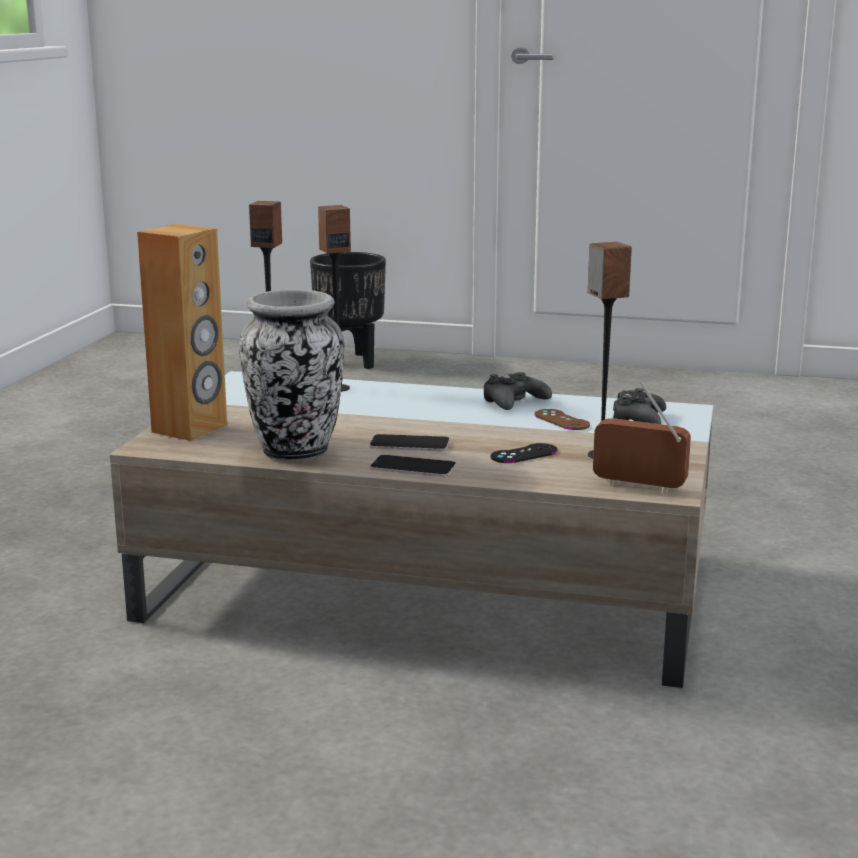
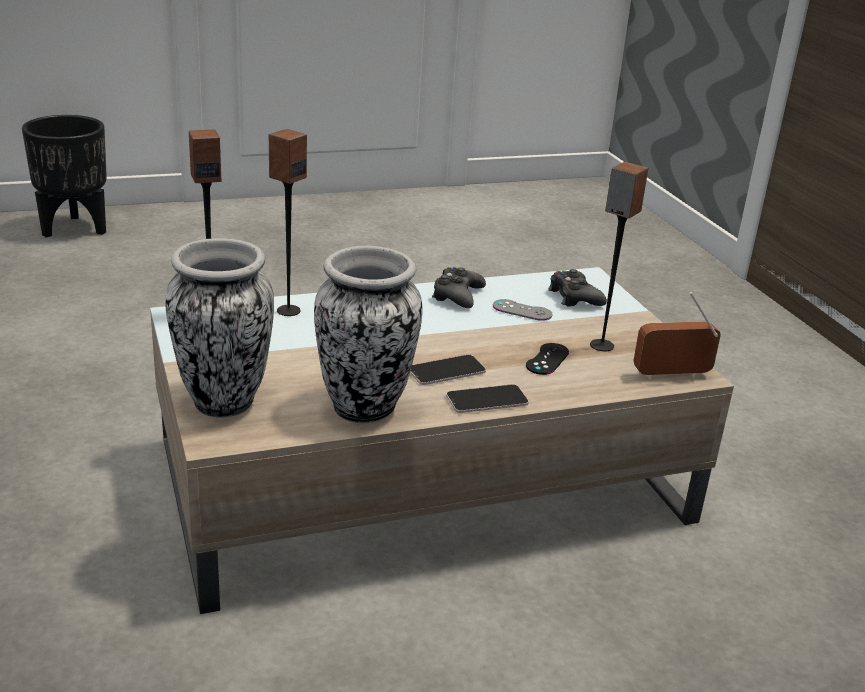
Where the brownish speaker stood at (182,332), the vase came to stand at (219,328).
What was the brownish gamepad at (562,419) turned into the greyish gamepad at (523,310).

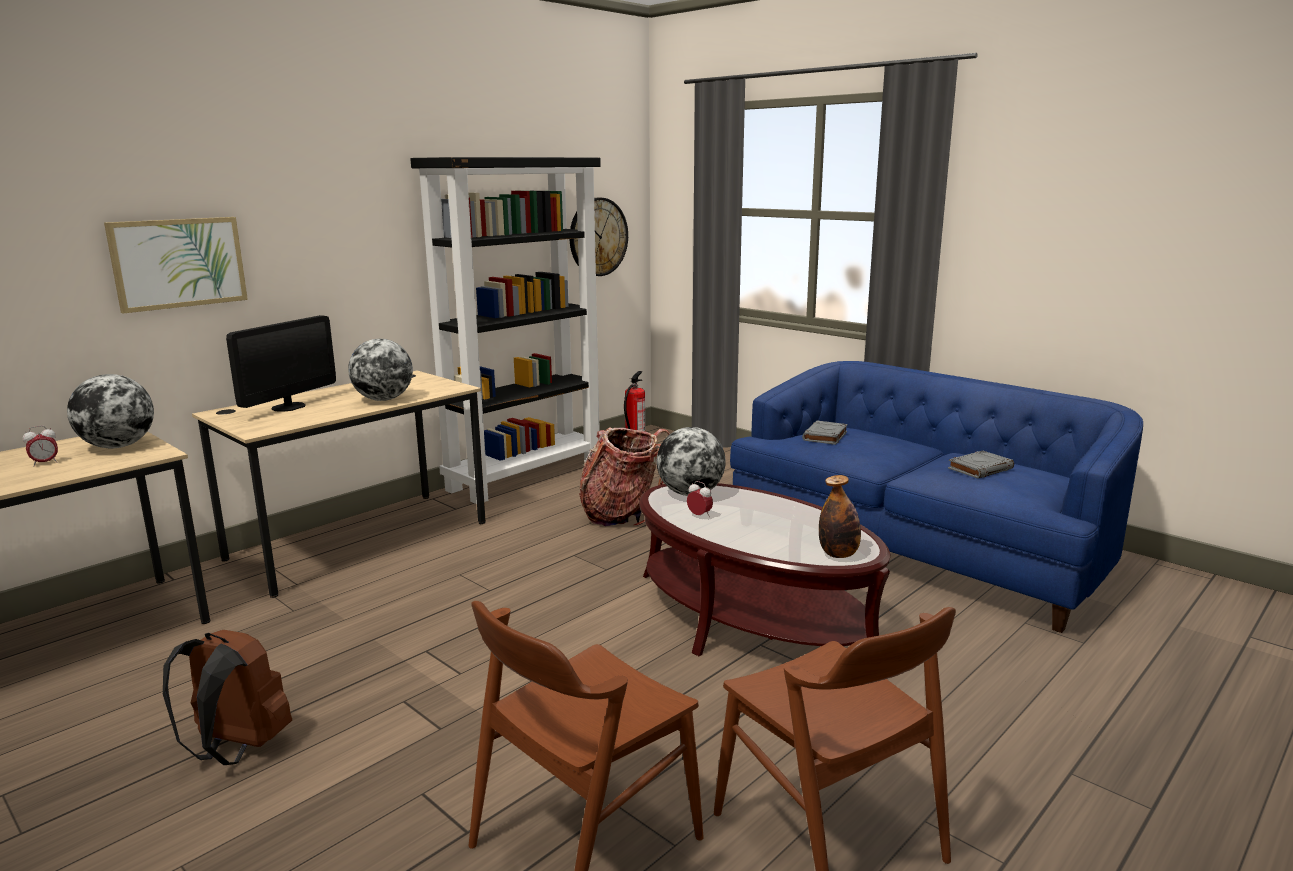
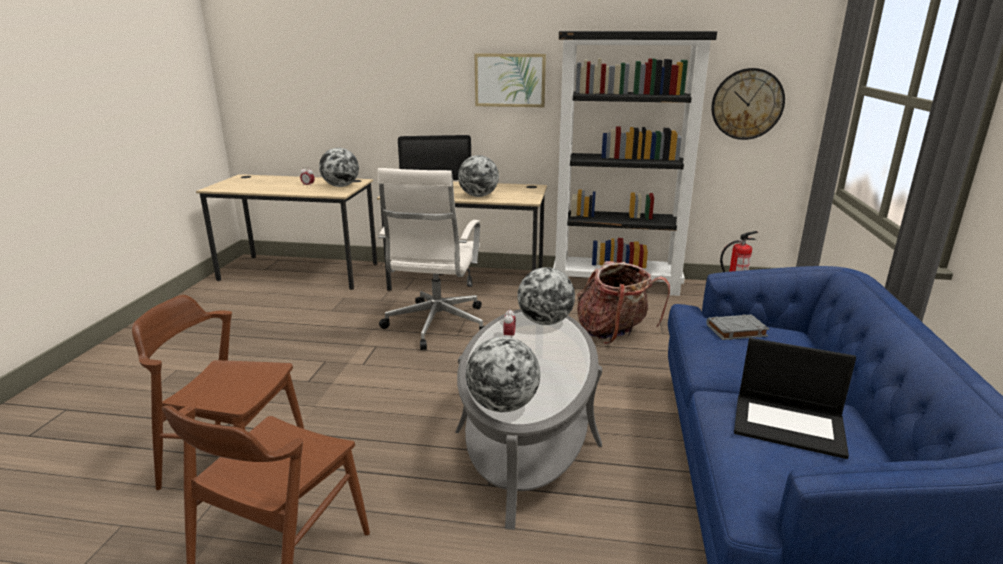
The wall art ended up elsewhere, having gone from (176,265) to (510,80).
Where the greyish volume stood at (981,464), the notebook computer came to stand at (795,398).
Where the drink bottle stood at (840,516), the globe came to stand at (503,374).
What was the brownish coffee table at (764,569) turned into the greyish coffee table at (528,419).
The second view lost the brownish backpack at (227,697).
The second view gained the white-coloured computer chair at (431,259).

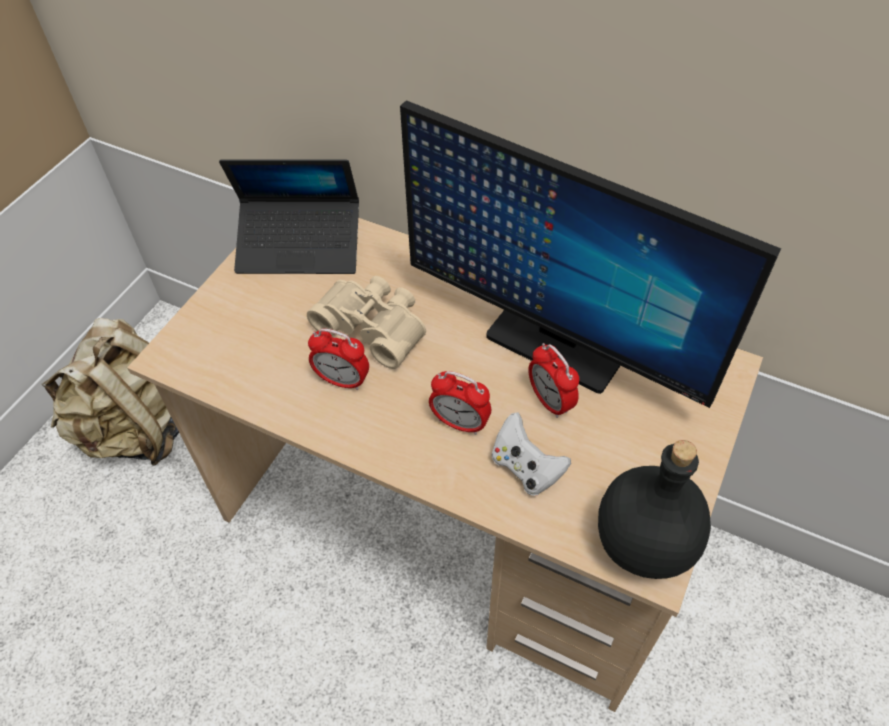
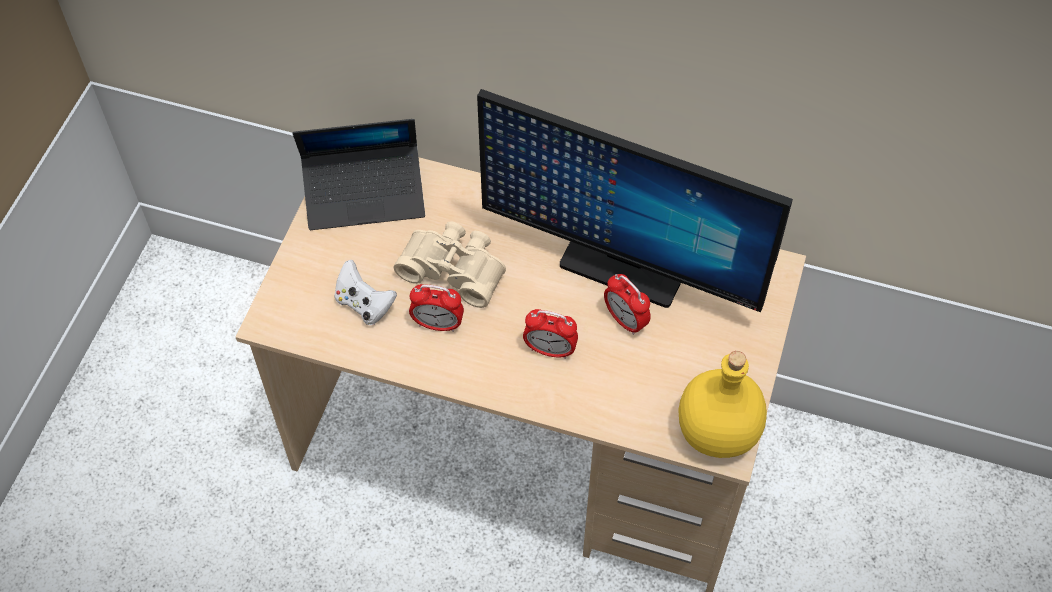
The second view lost the beige-coloured backpack at (110,392).
The white-coloured gamepad ended up elsewhere, having gone from (531,454) to (366,292).
What was the blackish drink bottle at (654,509) turned into the yellow drink bottle at (722,404).

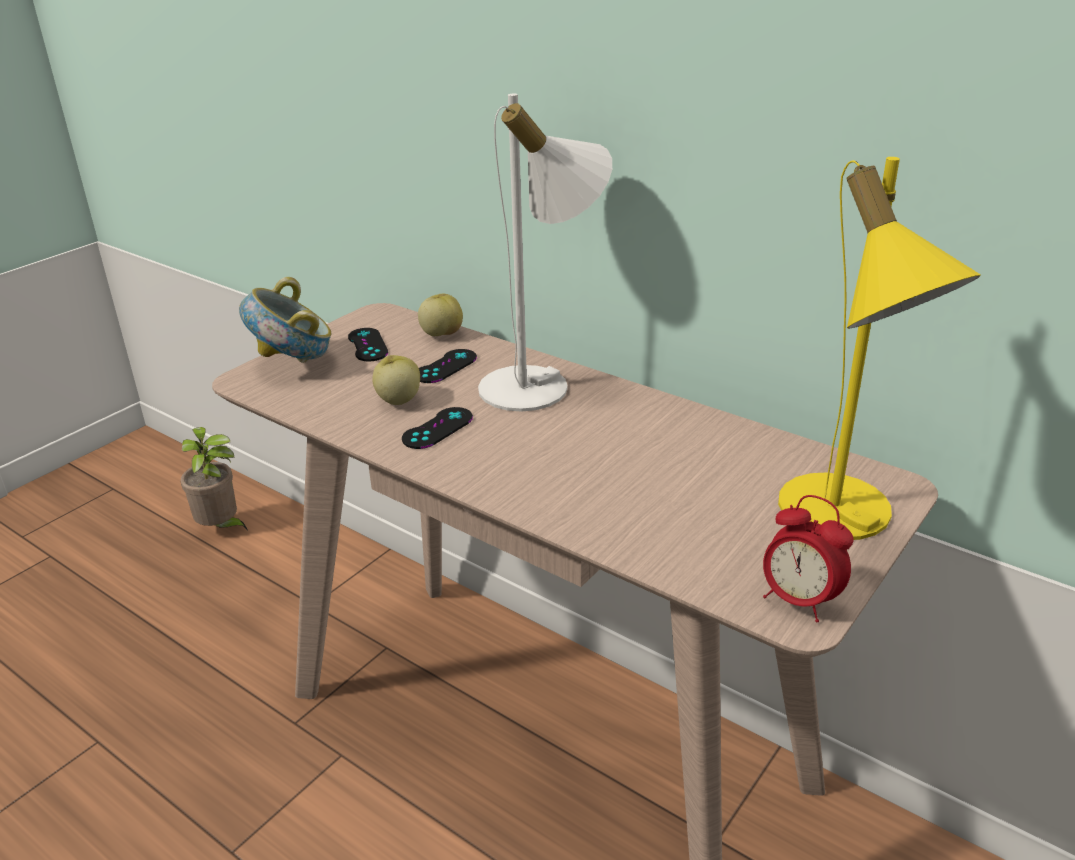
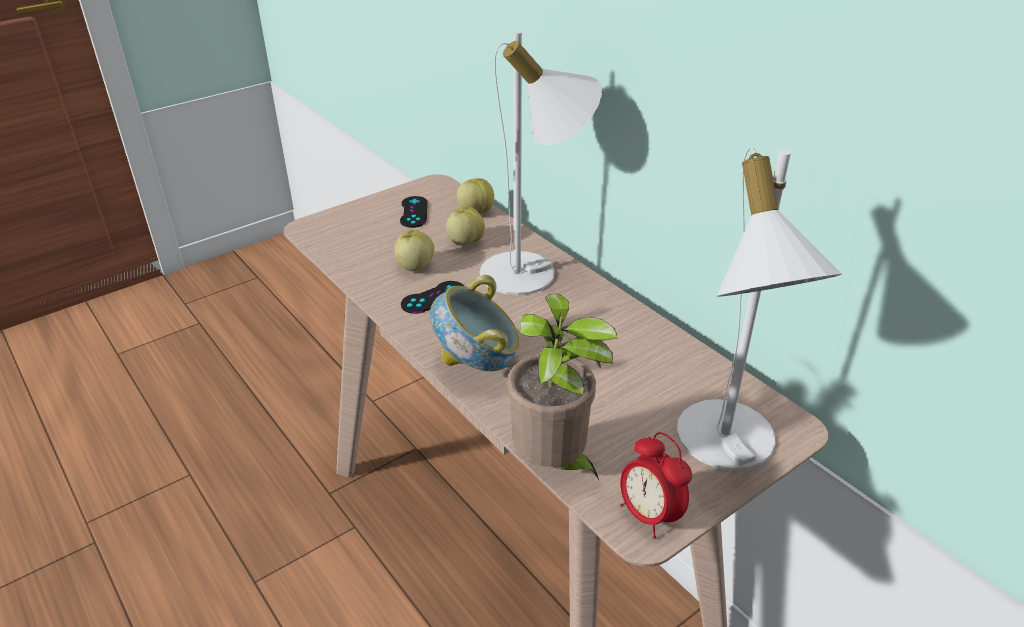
What was the yellow lamp for a table at (879,348) turned into the white-coloured lamp for a table at (759,309).
The deep dish ended up elsewhere, having gone from (285,320) to (475,323).
Where the blackish gamepad stood at (448,366), the apple fruit came to stand at (465,226).
The potted plant ended up elsewhere, having gone from (214,478) to (562,386).

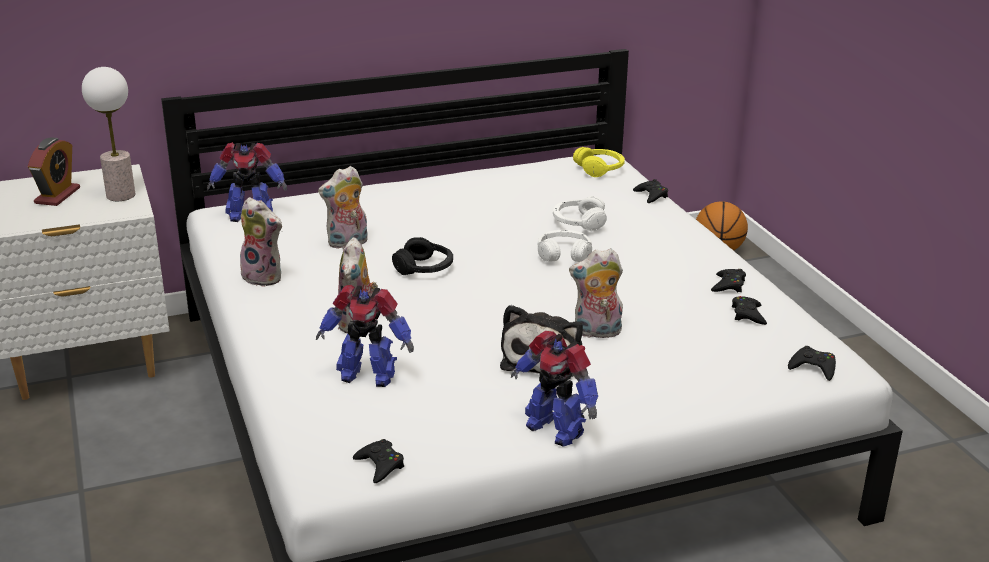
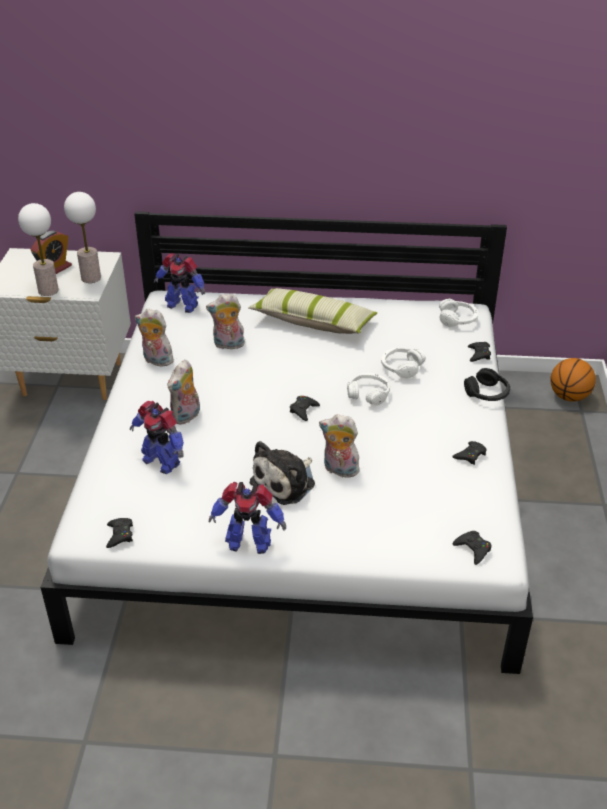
What was the yellow pair of headphones at (599,162) turned into the white-coloured pair of headphones at (458,313).
The plush toy at (259,242) ended up facing another way, 150 degrees clockwise from before.
The blackish pair of headphones ended up elsewhere, having gone from (422,256) to (487,384).
The blackish gamepad ended up elsewhere, having gone from (749,310) to (305,408).
The robot figure at (554,389) ended up facing another way, 60 degrees counterclockwise from before.
The second view gained the lamp for a table at (38,249).
The second view gained the pillow at (312,311).

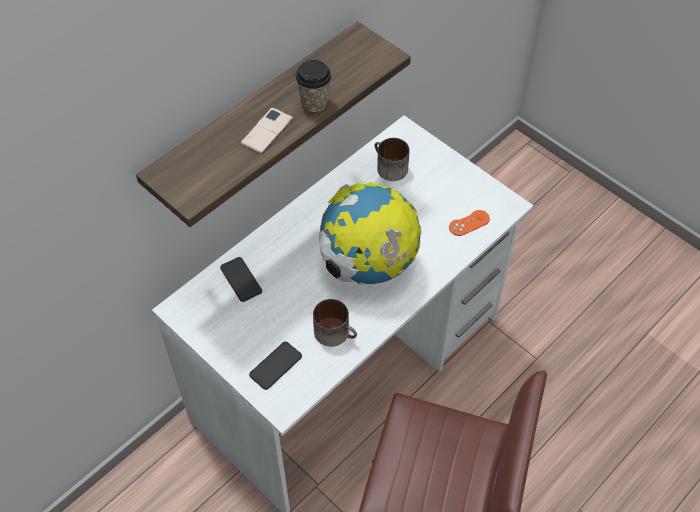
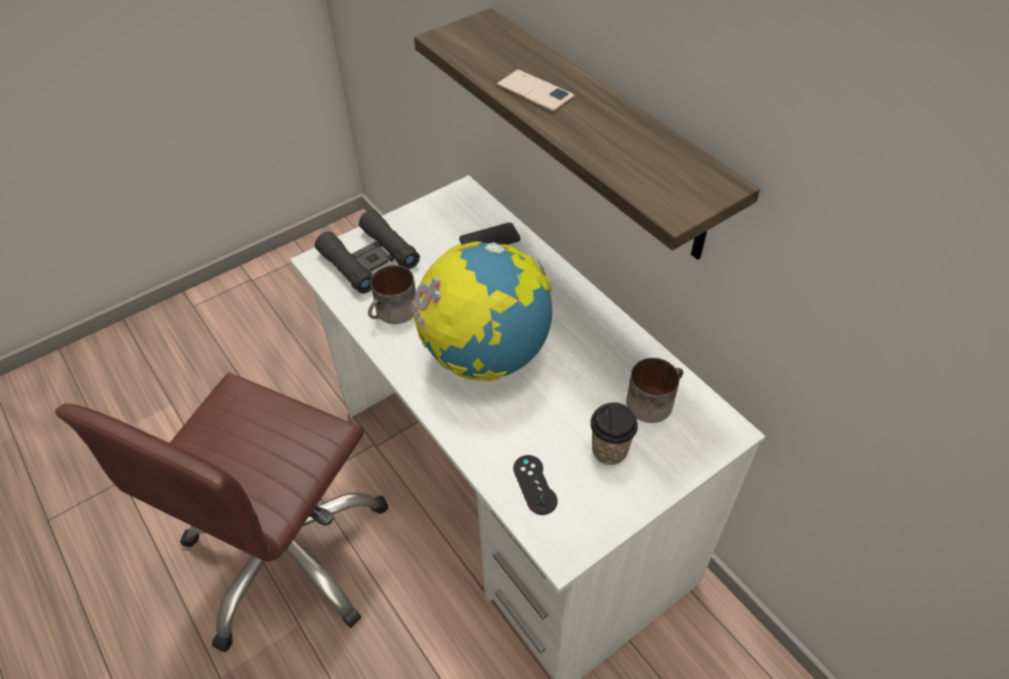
The small cup ended up elsewhere, having gone from (314,86) to (614,433).
What was the orange-coloured gamepad at (469,223) turned into the blackish gamepad at (535,485).
Where the telephone stood at (275,366), the blackish field glasses came to stand at (367,252).

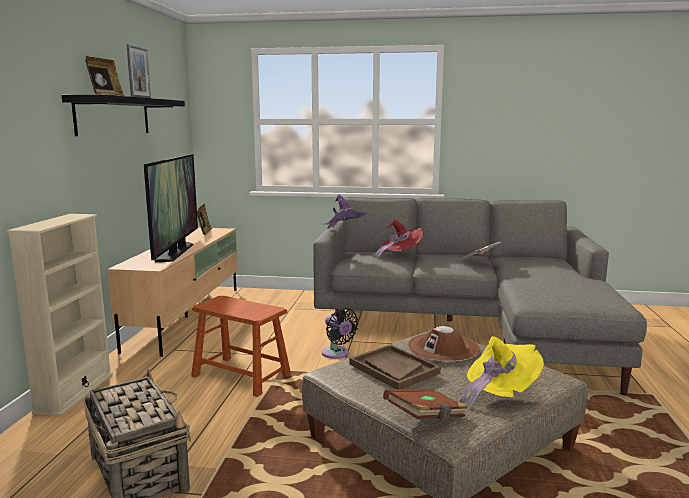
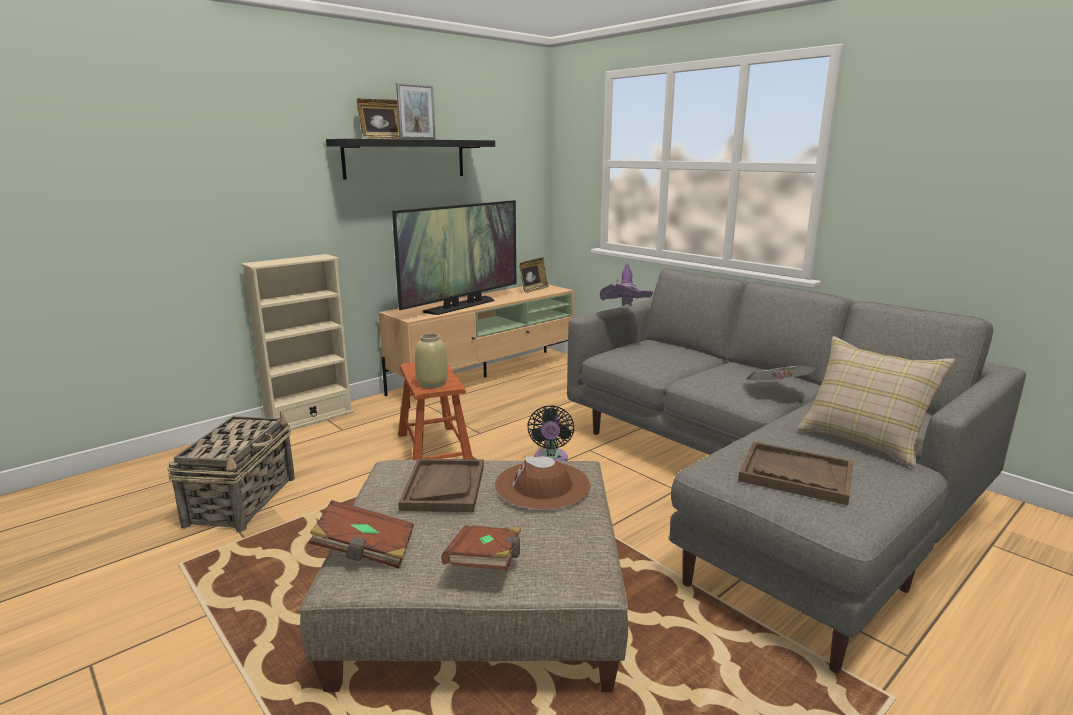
The second view lost the reddish hat at (399,239).
Where the yellow hat stood at (501,373), the brownish volume came to stand at (481,548).
The second view gained the beige-coloured vase at (431,360).
The second view gained the beige-coloured pillow at (876,402).
The second view gained the brownish carrying tray at (795,473).

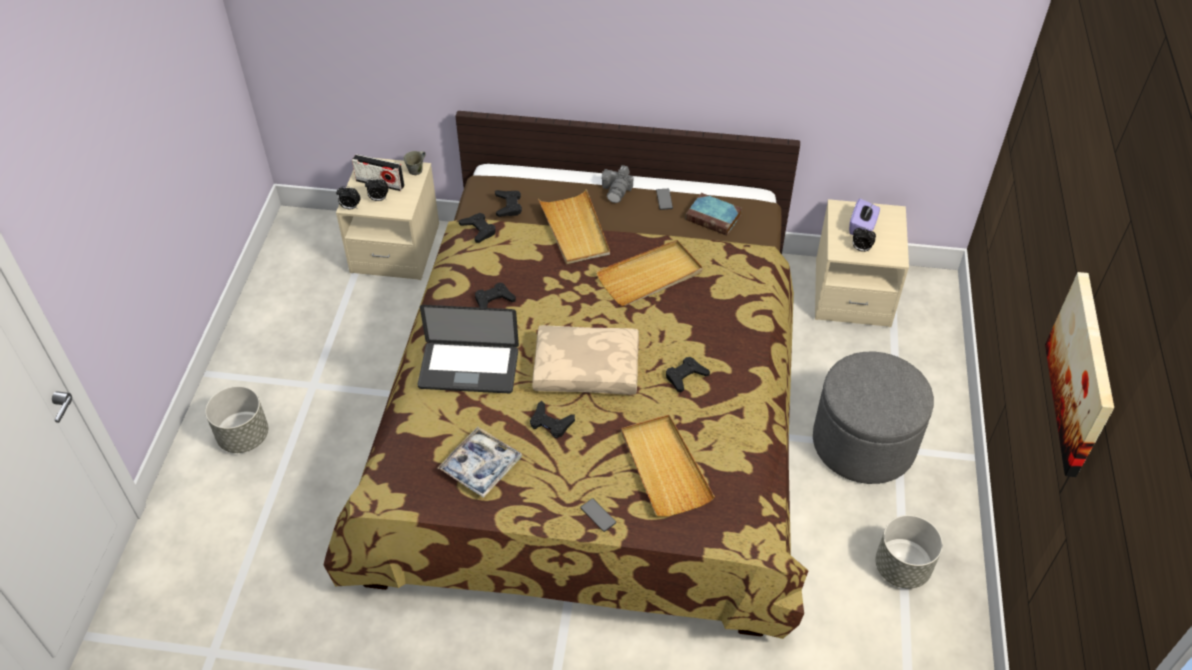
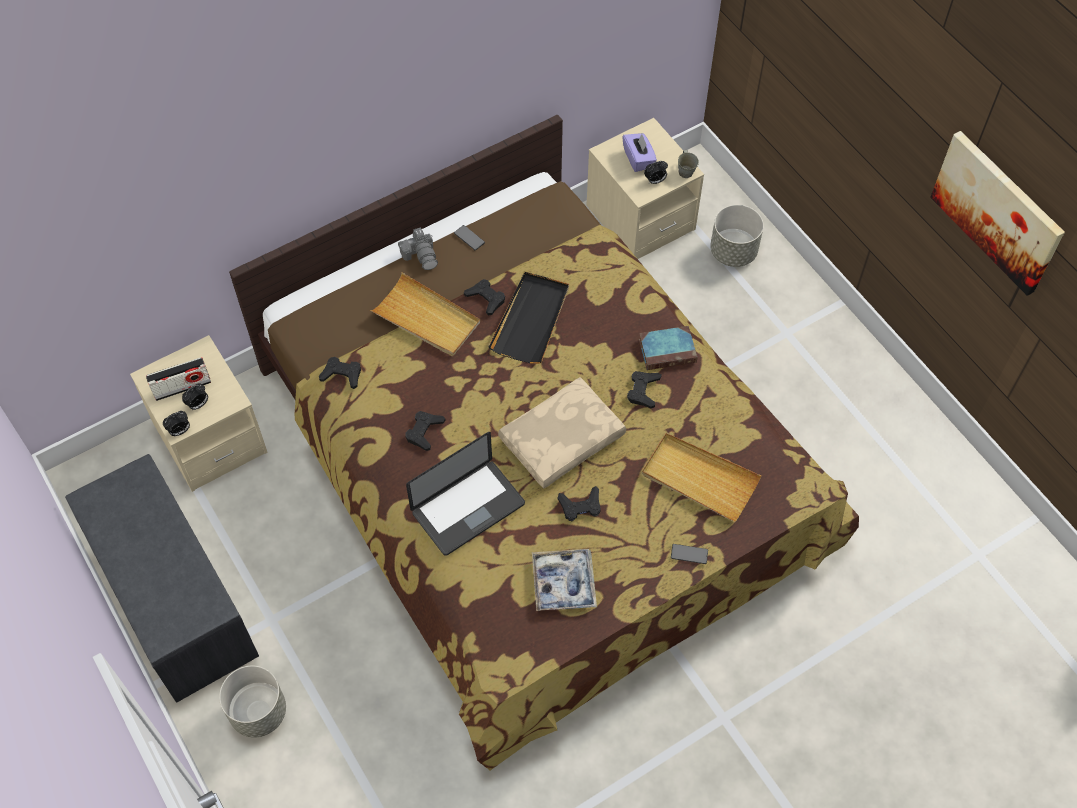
The greyish mug ended up elsewhere, having gone from (415,163) to (688,164).
The blackish gamepad ended up elsewhere, having gone from (508,203) to (484,297).
The volume ended up elsewhere, having gone from (714,214) to (668,348).
What was the beige-coloured carrying tray at (649,273) turned into the blackish carrying tray at (528,318).
The second view lost the greyish footrest at (873,418).
The greyish planter ended up elsewhere, having gone from (909,552) to (737,236).
The second view gained the greyish bench at (162,578).

